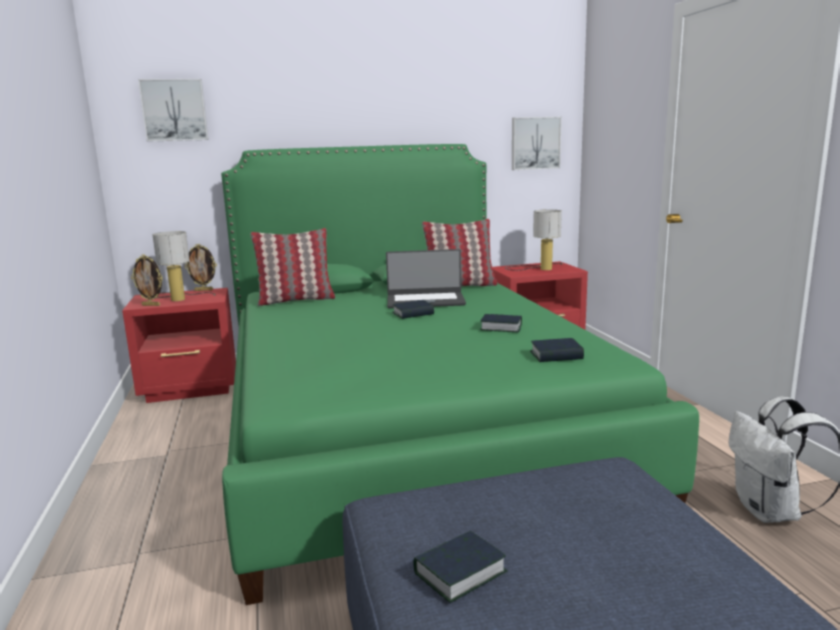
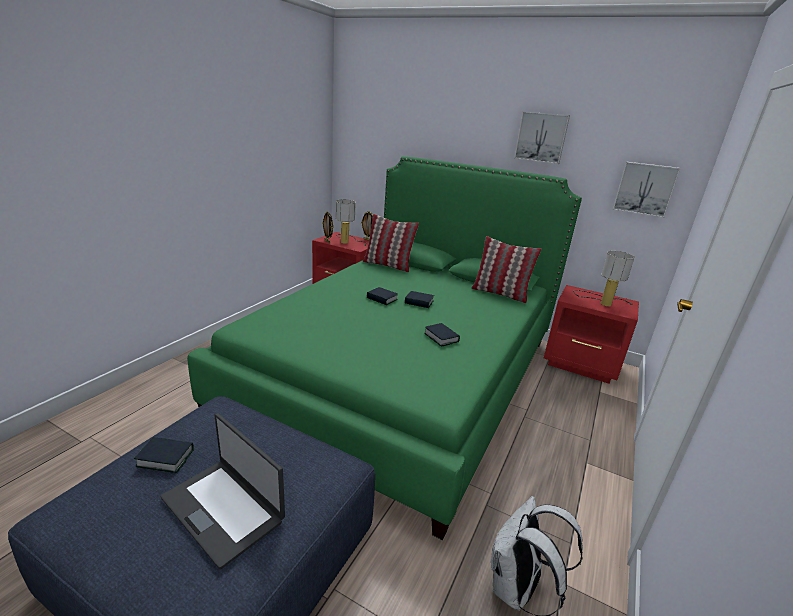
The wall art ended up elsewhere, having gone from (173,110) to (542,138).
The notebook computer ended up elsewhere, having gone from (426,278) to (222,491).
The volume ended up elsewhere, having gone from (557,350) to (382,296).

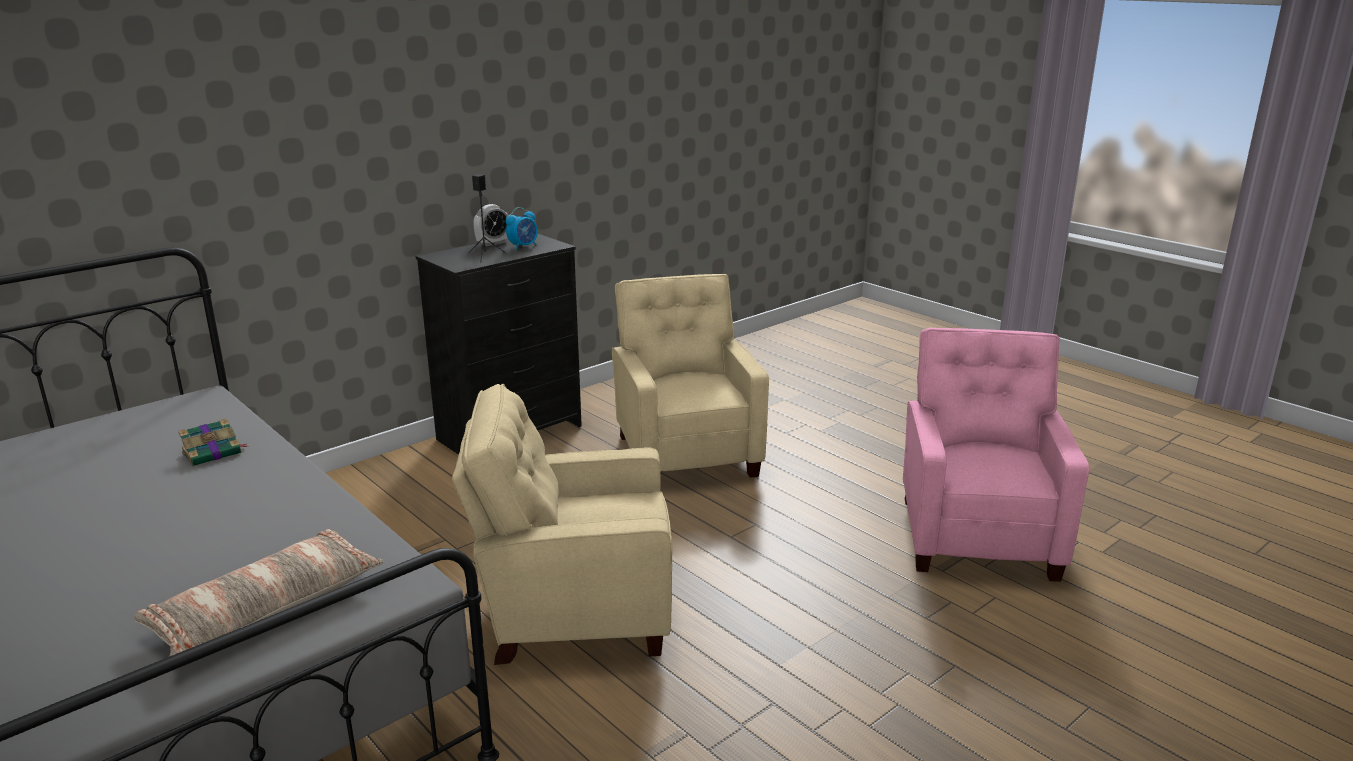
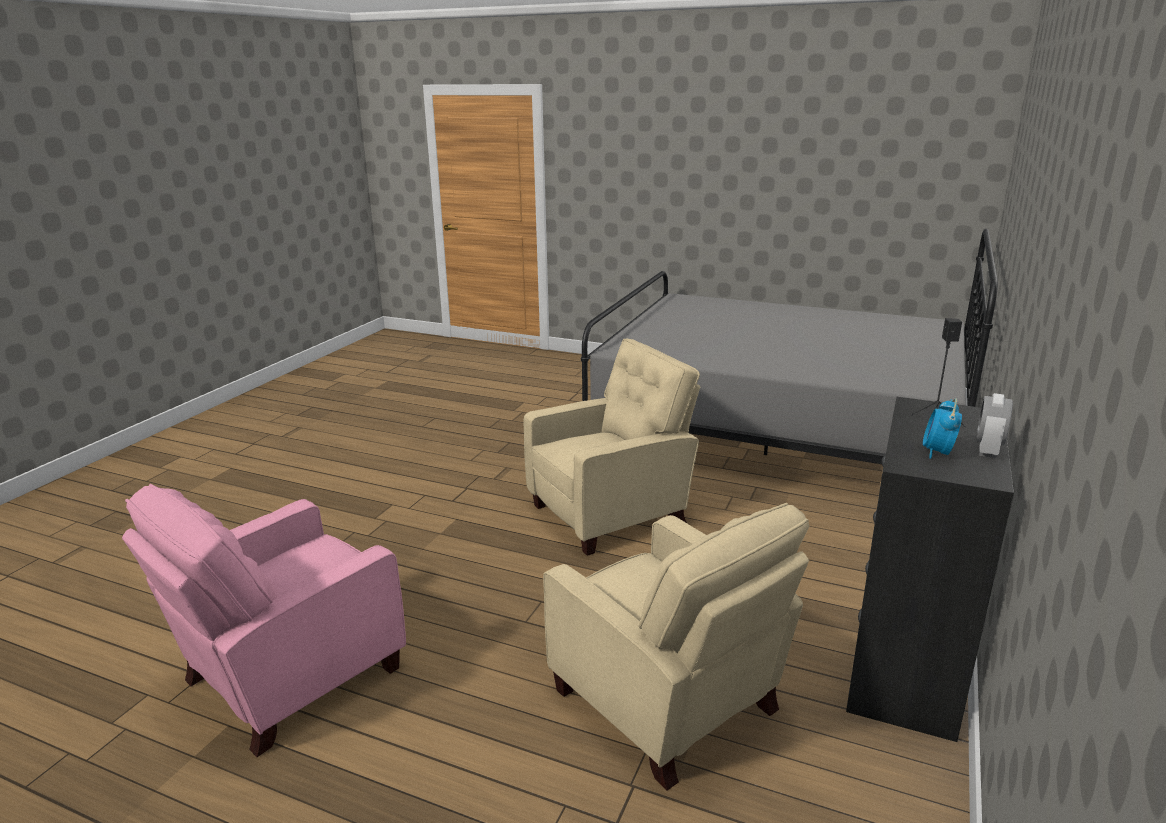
The pink-coloured lounge chair at (996,455) ended up facing another way, 60 degrees clockwise from before.
The second view lost the volume at (212,442).
The second view lost the pillow at (258,593).

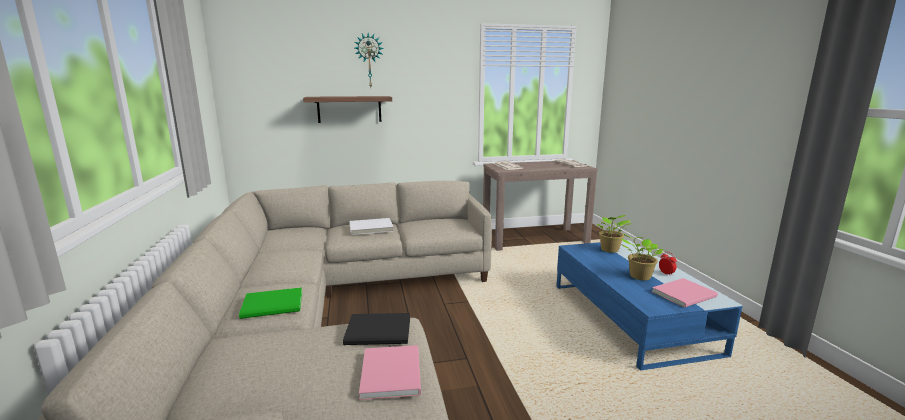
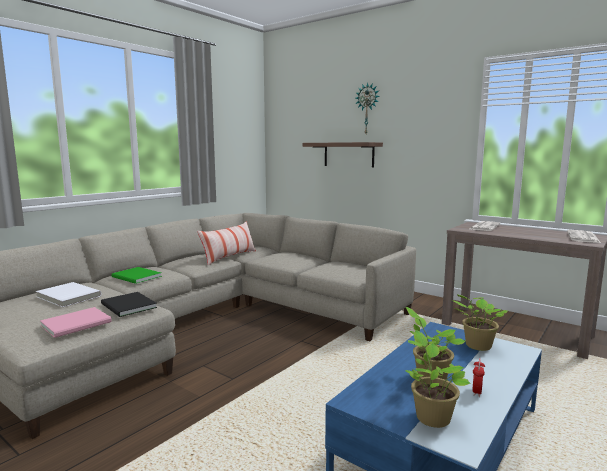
The white-coloured volume ended up elsewhere, having gone from (371,226) to (68,294).
Where the pink-coloured volume stood at (685,293), the potted plant came to stand at (438,379).
The second view gained the pillow at (226,243).

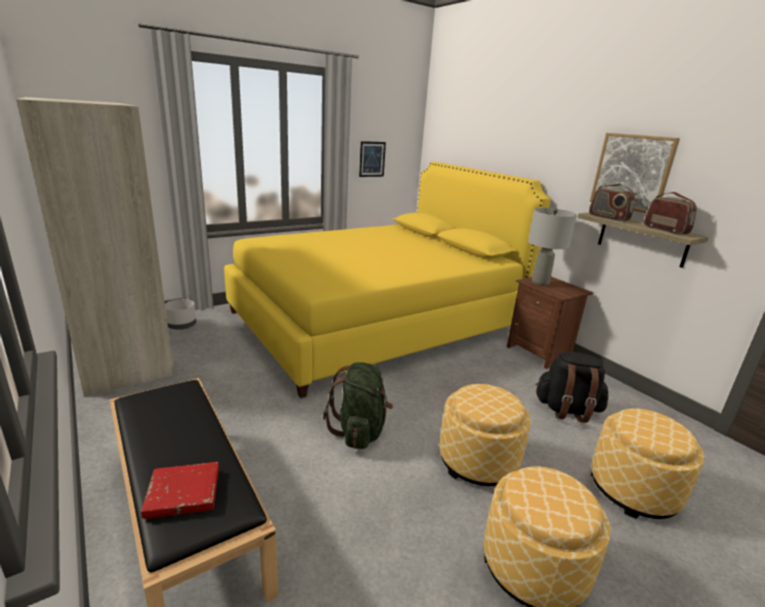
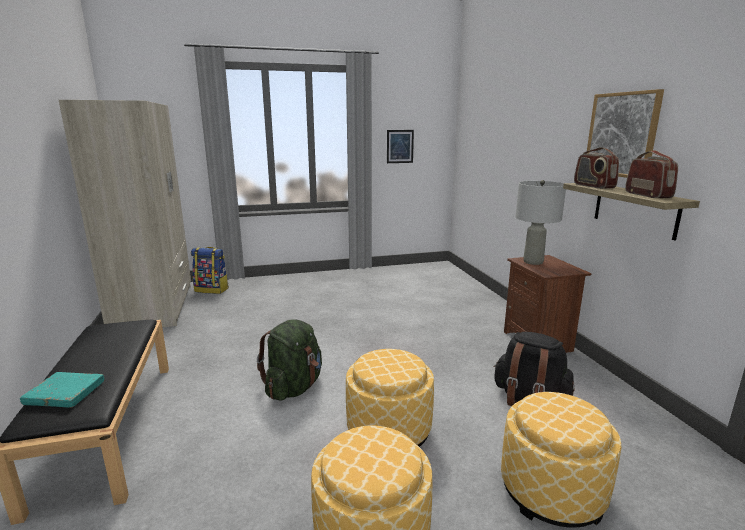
The second view lost the yellow bed at (387,280).
Where the greyish planter stood at (180,314), the backpack came to stand at (210,270).
What was the reddish volume at (180,490) turned into the turquoise-coloured volume at (62,390).

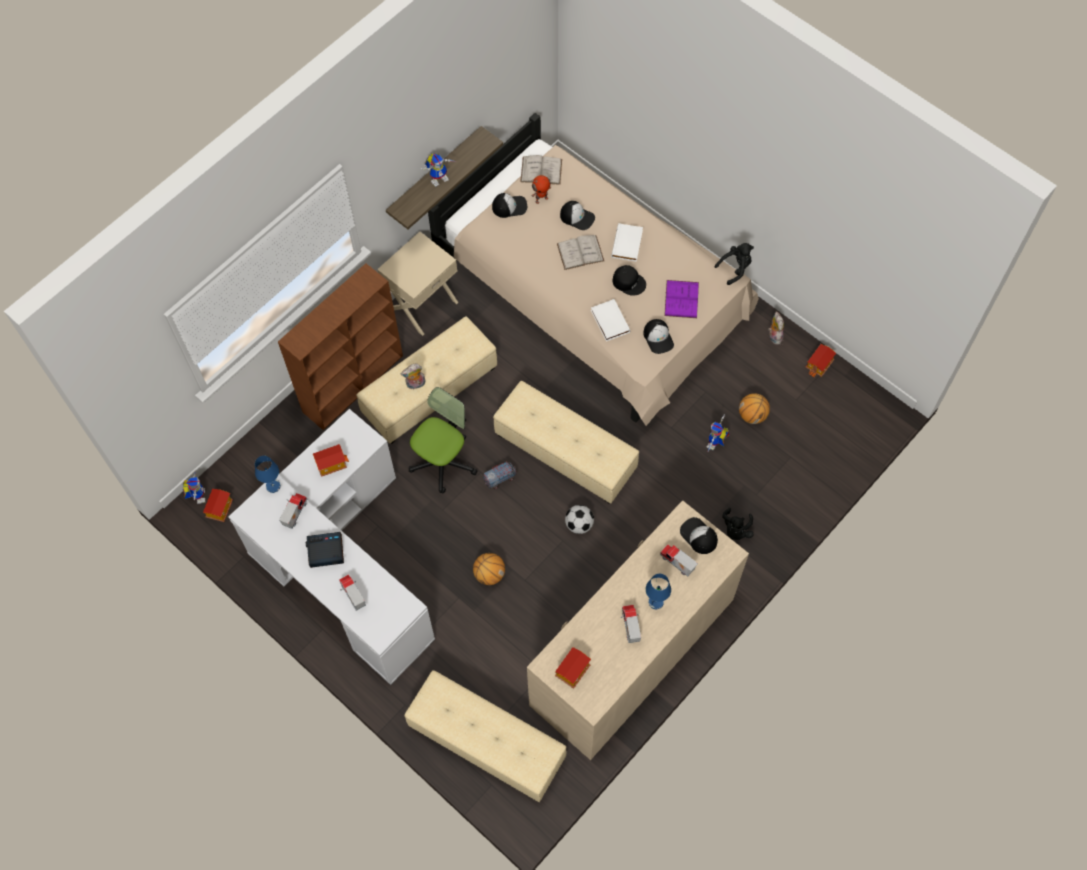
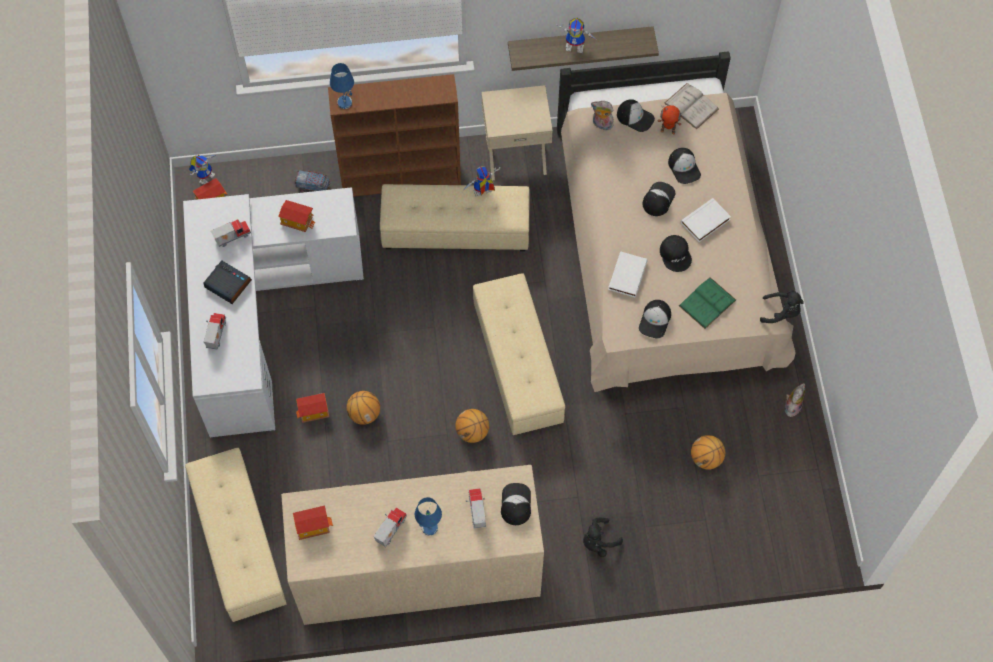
Where the white-coloured volume stood at (580,252), the cap came to stand at (659,199).
What was the purple-coloured volume at (681,299) turned into the greenish volume at (707,303).
The miniature house ended up elsewhere, having gone from (821,360) to (312,408).
The plush toy ended up elsewhere, having gone from (413,376) to (602,115).
The second view lost the computer chair at (443,440).
The robot figure ended up elsewhere, having gone from (718,433) to (481,181).
The blue-coloured lamp for a table ended up elsewhere, having gone from (268,474) to (342,86).
The toy lorry ended up elsewhere, having gone from (500,475) to (313,181).
Where the ball for football stood at (579,519), the basketball came to stand at (472,426).

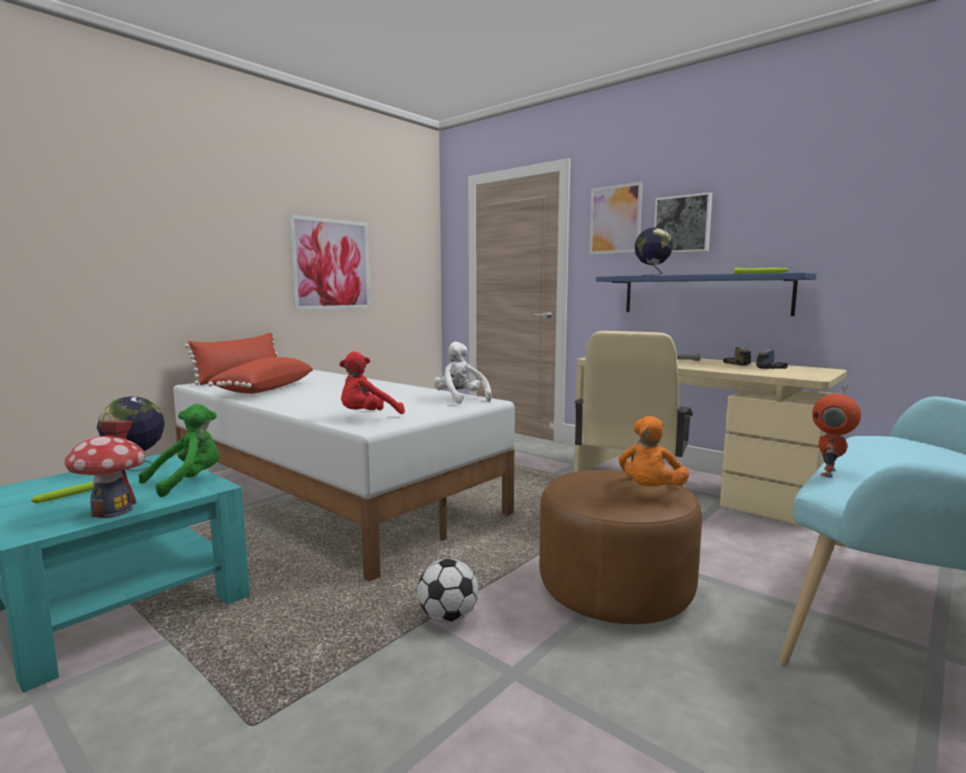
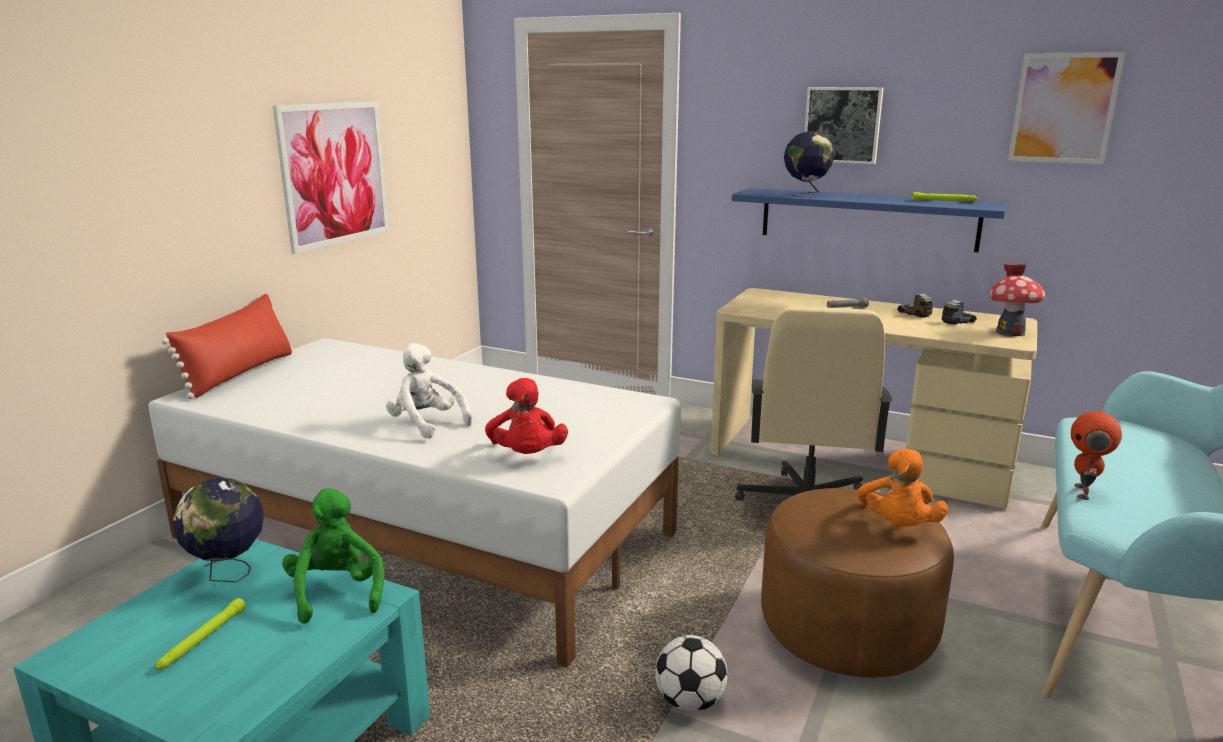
The wall art ended up elsewhere, having gone from (616,218) to (1066,108).
The white-coloured plush toy ended up elsewhere, having gone from (462,373) to (429,391).
The reddish plush toy at (372,383) ended up facing another way, 45 degrees counterclockwise from before.
The second view lost the reddish pillow at (260,375).
The greenish plush toy at (179,450) ended up facing another way, 45 degrees counterclockwise from before.
The miniature house ended up elsewhere, having gone from (105,469) to (1017,300).

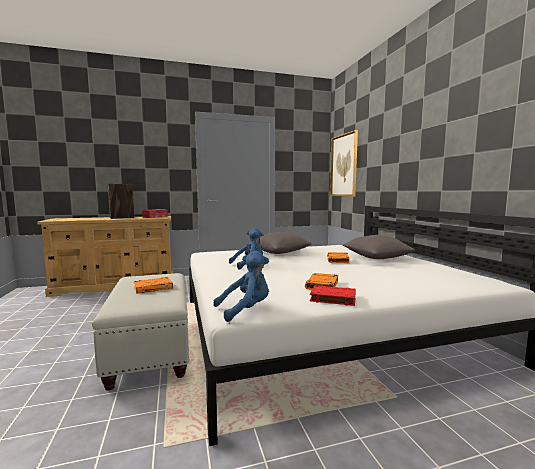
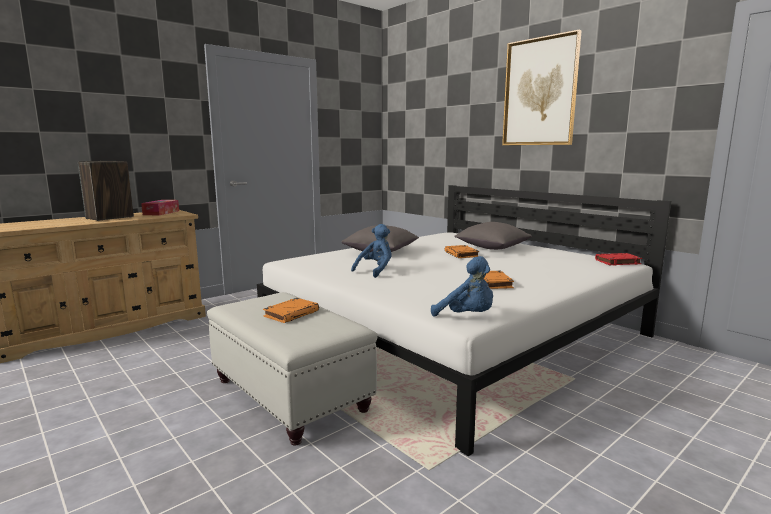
The wall art ended up elsewhere, having gone from (344,163) to (542,87).
The blue-coloured plush toy at (241,286) ended up facing another way, 90 degrees clockwise from before.
The reddish volume ended up elsewhere, having gone from (333,295) to (618,259).

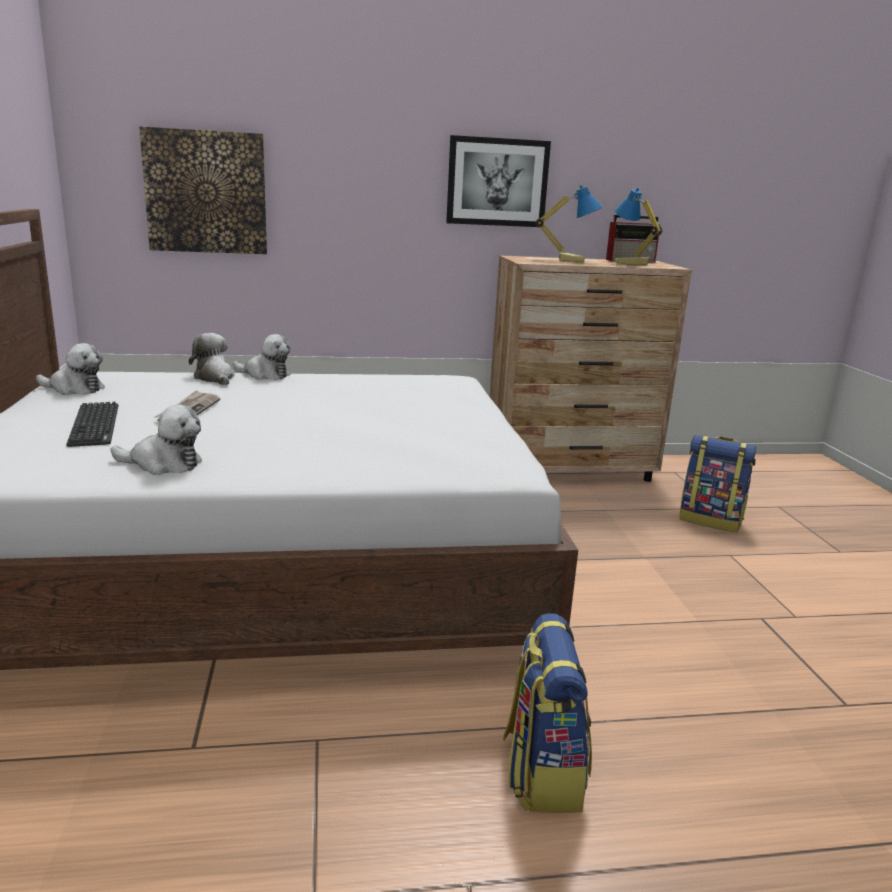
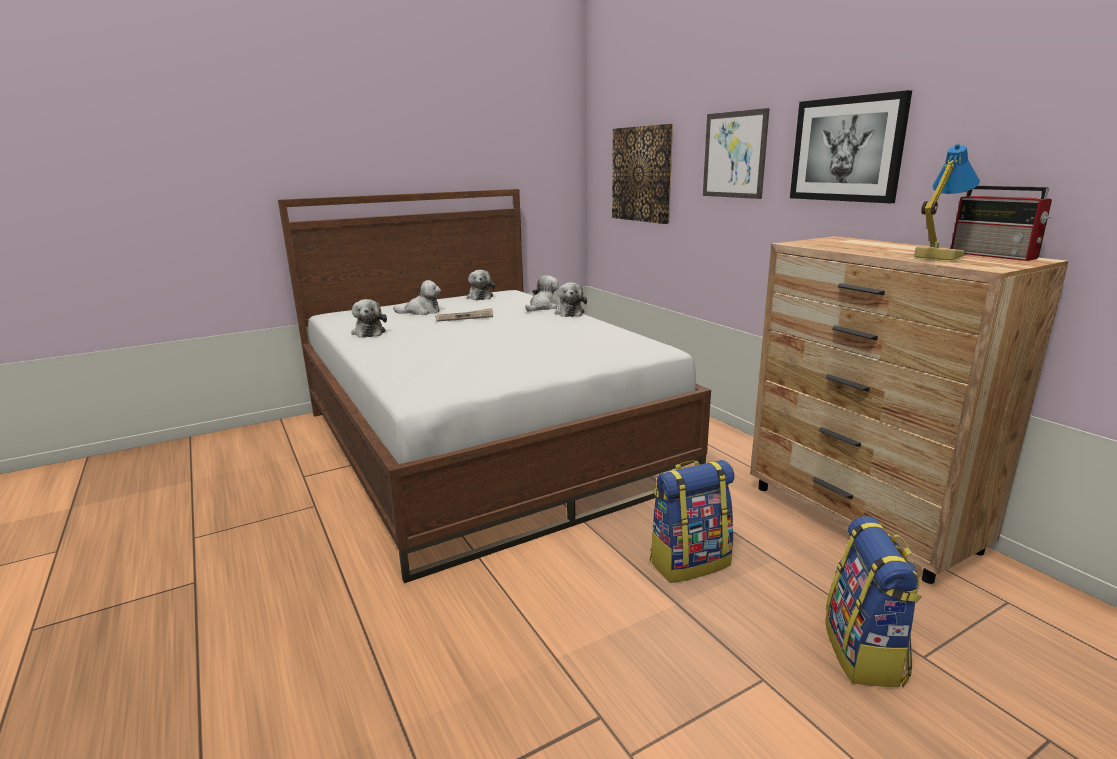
The second view lost the lamp for a table at (569,224).
Where the PC keyboard stood at (92,424), the plush toy came to stand at (417,297).
The backpack ended up elsewhere, having gone from (547,713) to (692,521).
The second view gained the wall art at (736,153).

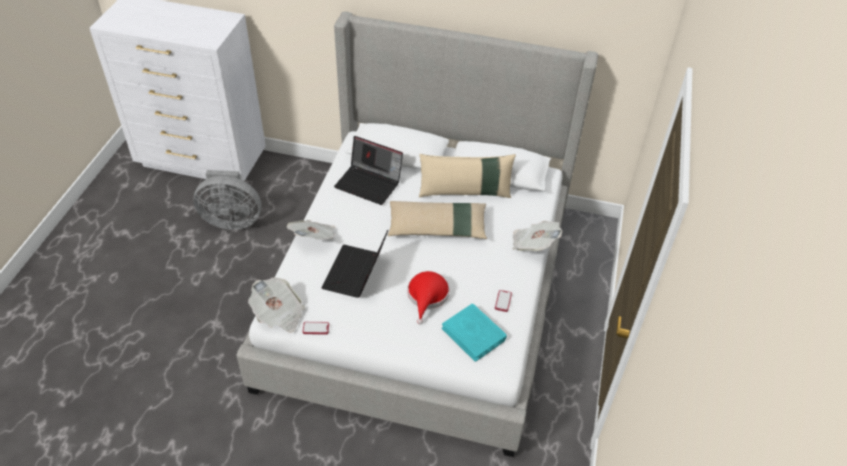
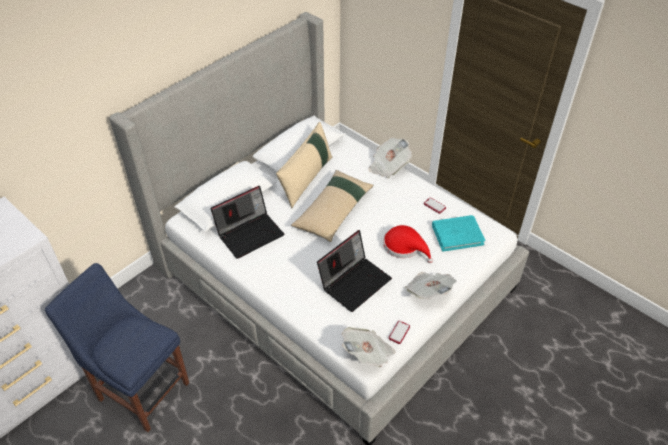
Where the greyish cooling fan stood at (227,200), the blue-coloured upright chair came to stand at (117,347).
The printed paper ended up elsewhere, having gone from (311,230) to (430,285).
The notebook computer at (355,264) ended up facing another way, 90 degrees counterclockwise from before.

